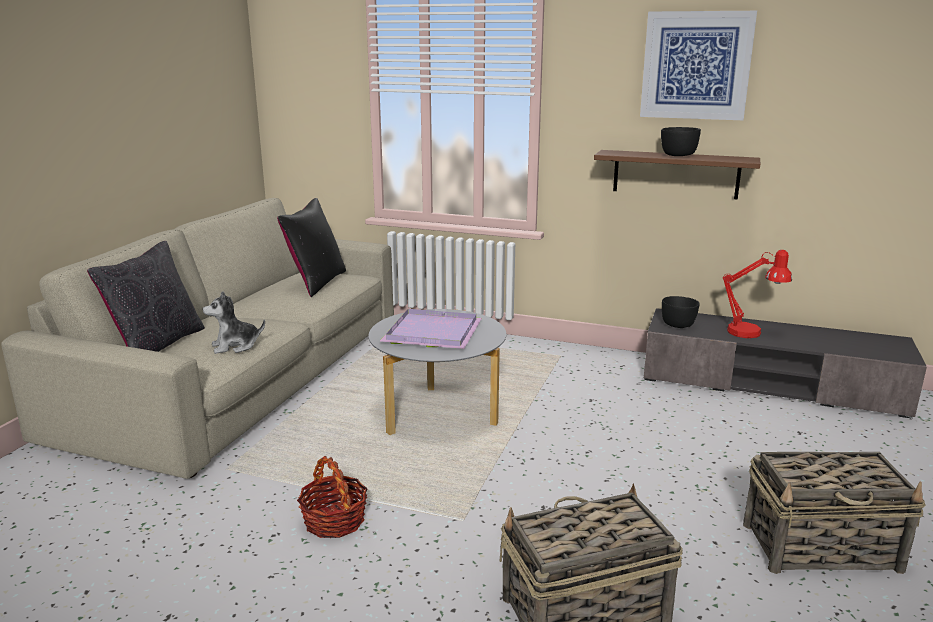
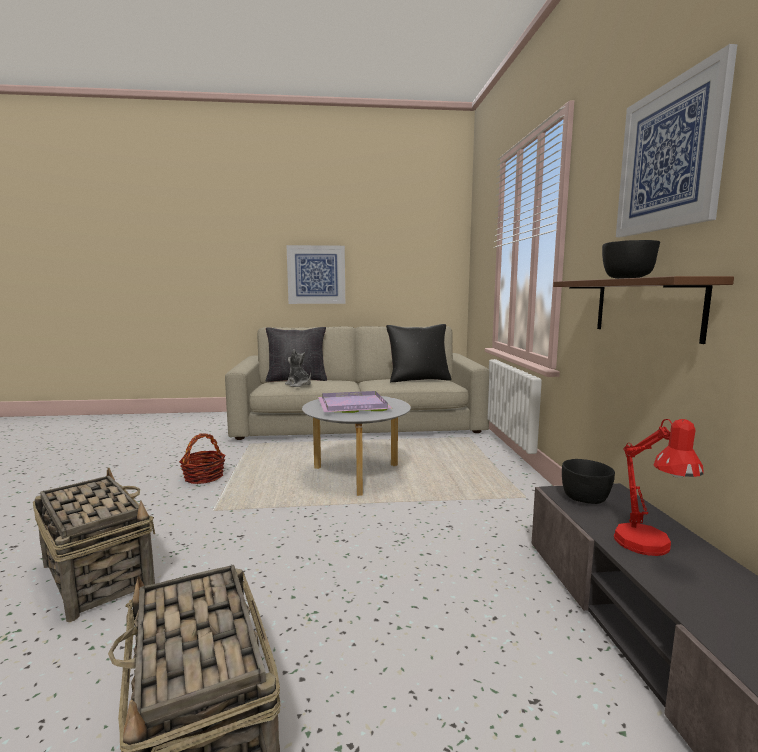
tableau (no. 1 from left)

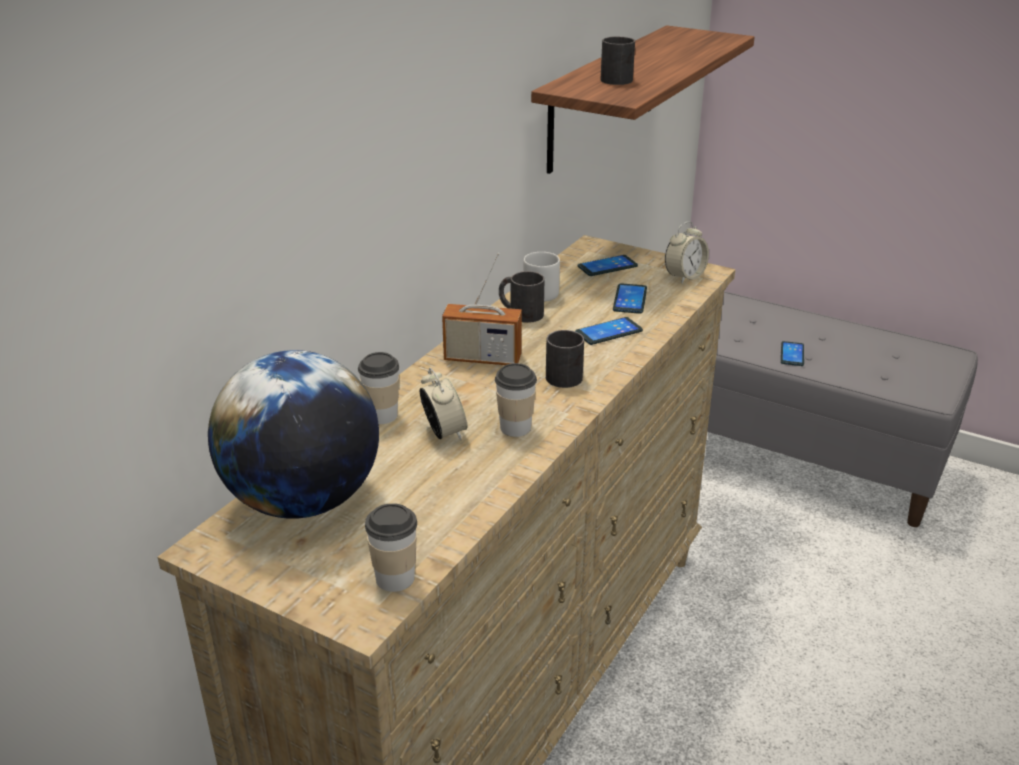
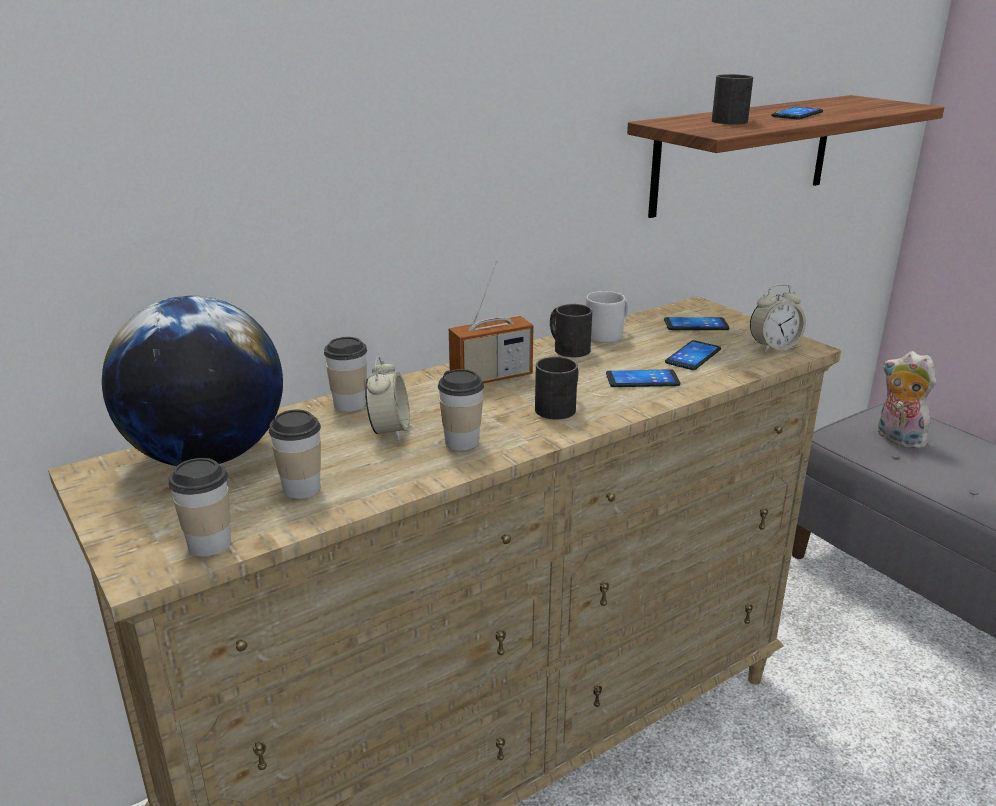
radio
téléphone (no. 4 from left)
peluche
tasse (no. 2 from left)

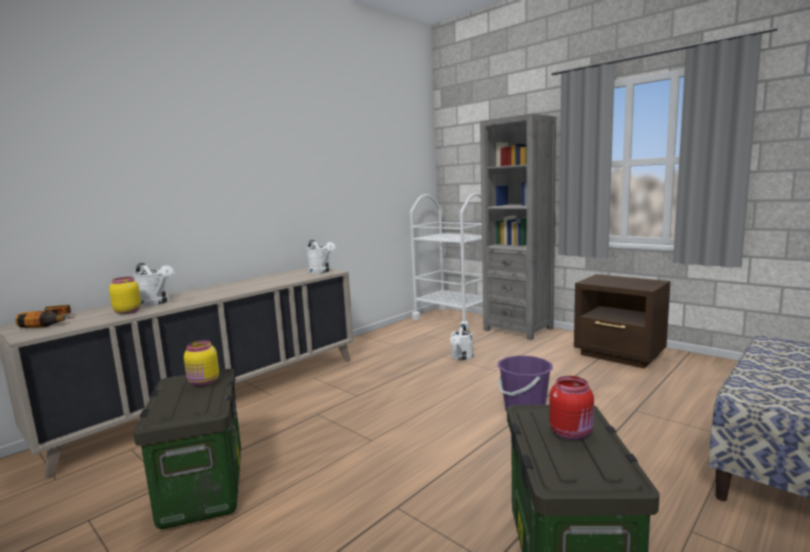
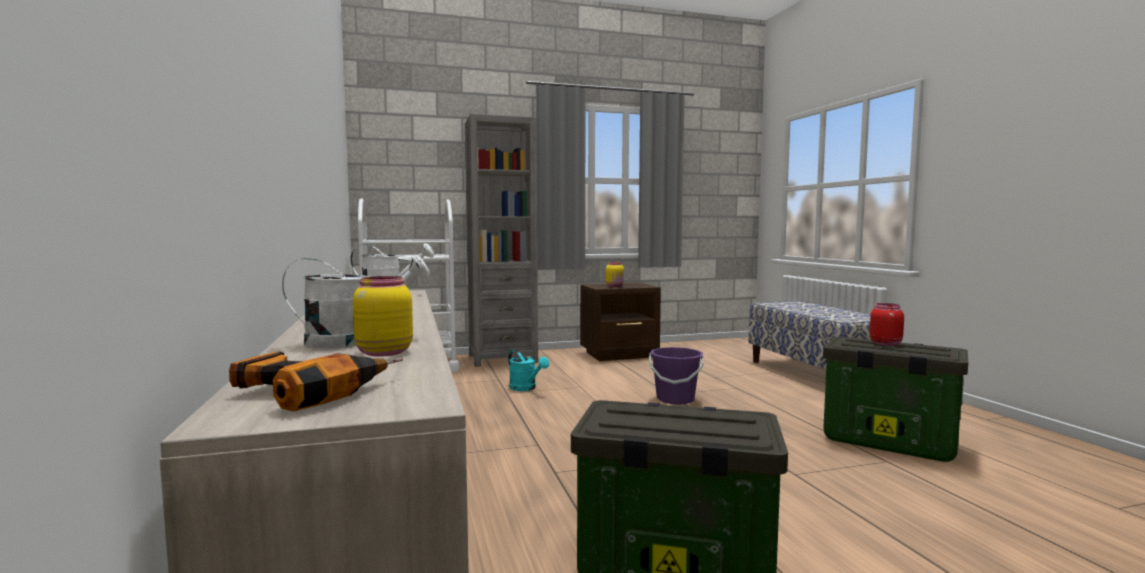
arrosoir [turquoise]
bocal [jaune] (no. 2 from left)

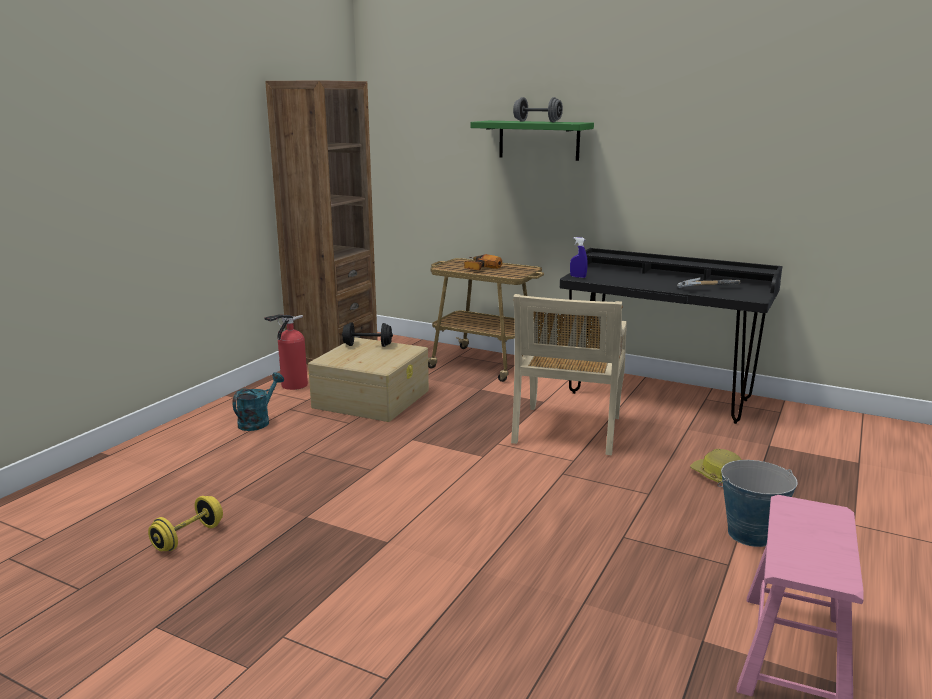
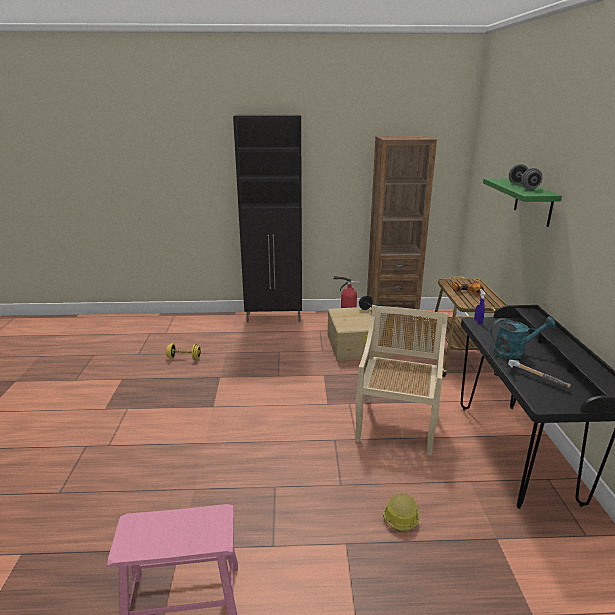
chaise [beige]
arrosoir [turquoise]
seau
meuble de rangement [noir]

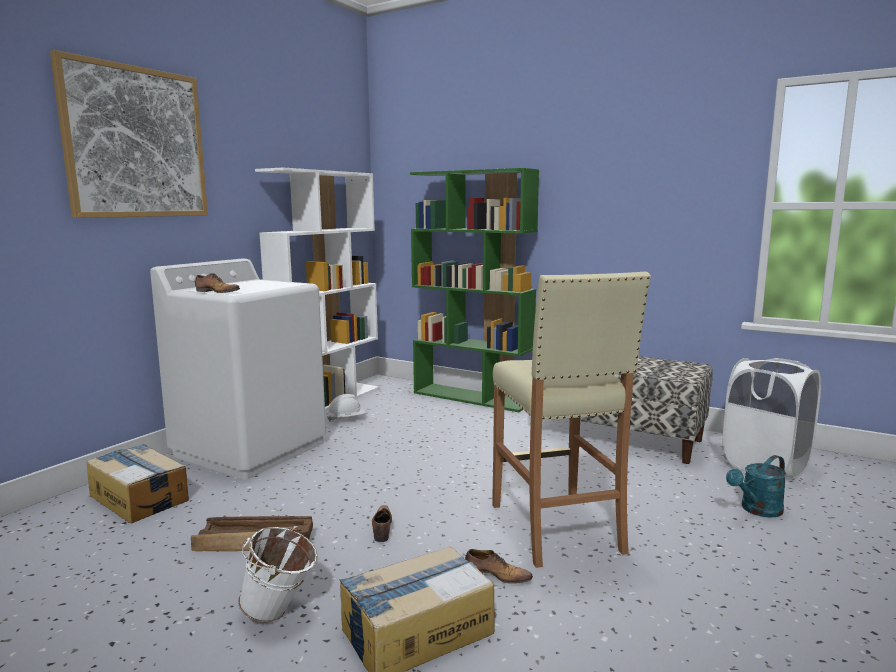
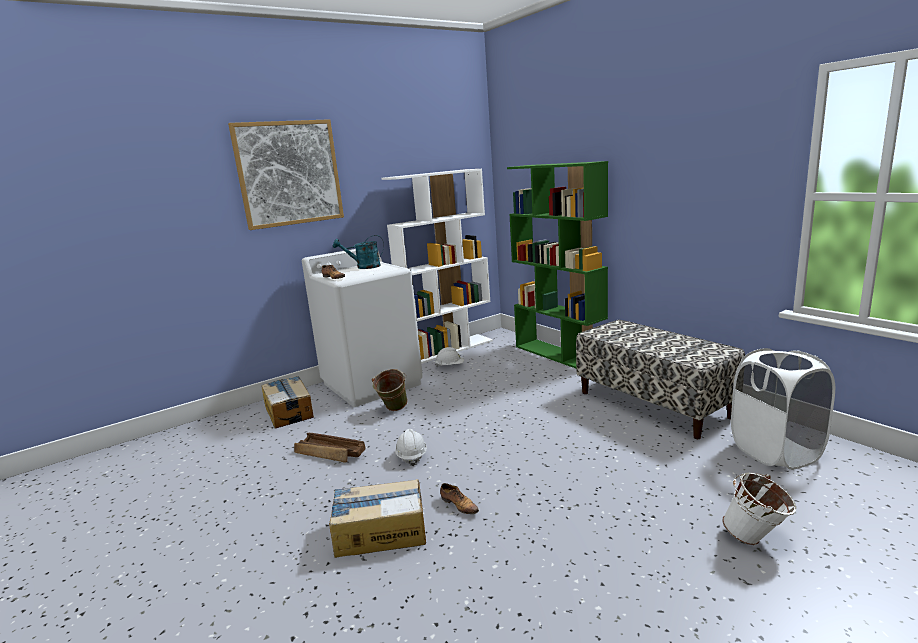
tabouret [beige]
arrosoir [turquoise]
casque de chantier [blanc] (no. 1 from left)
seau [blanc]
seau [vert]

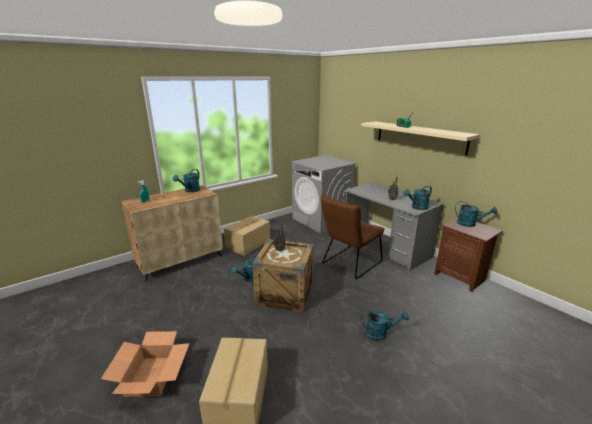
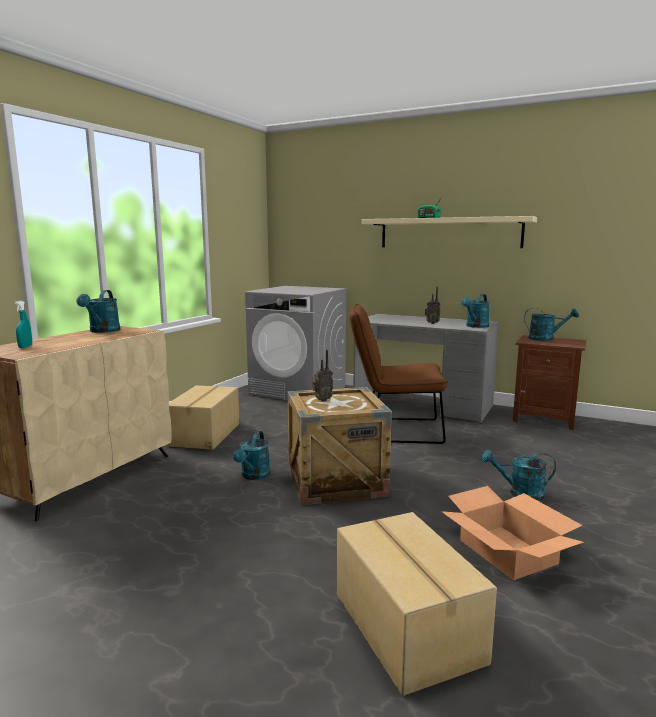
chaise [marron]
arrosoir [turquoise] (no. 4 from left)
carton (no. 3 from left)

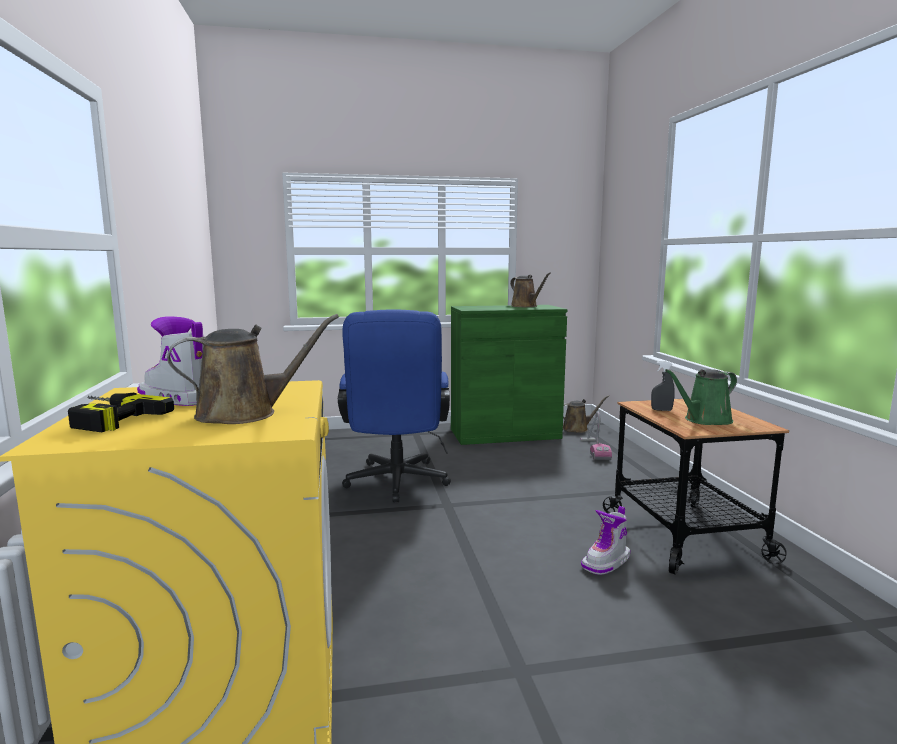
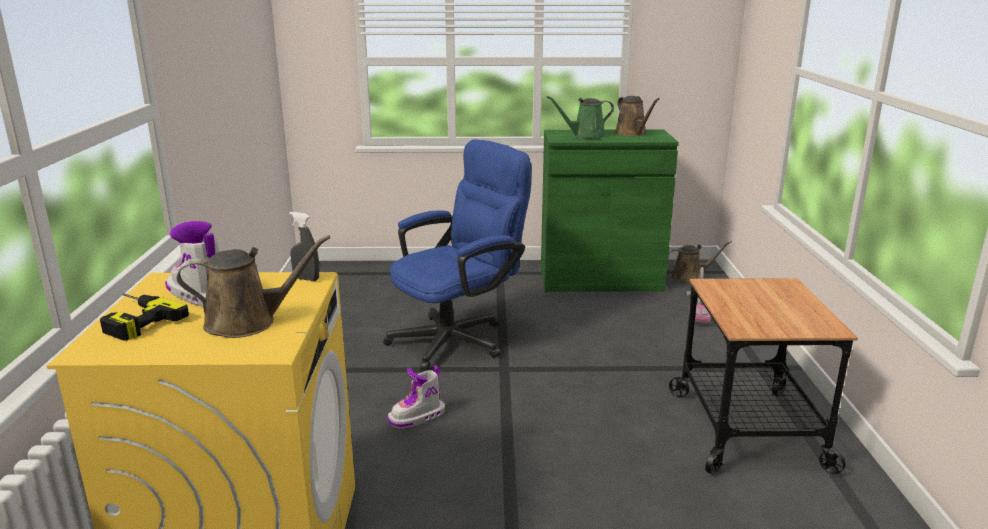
chaise de bureau [bleu]
vaporisateur [gris]
arrosoir [vert]
botte (no. 2 from left)

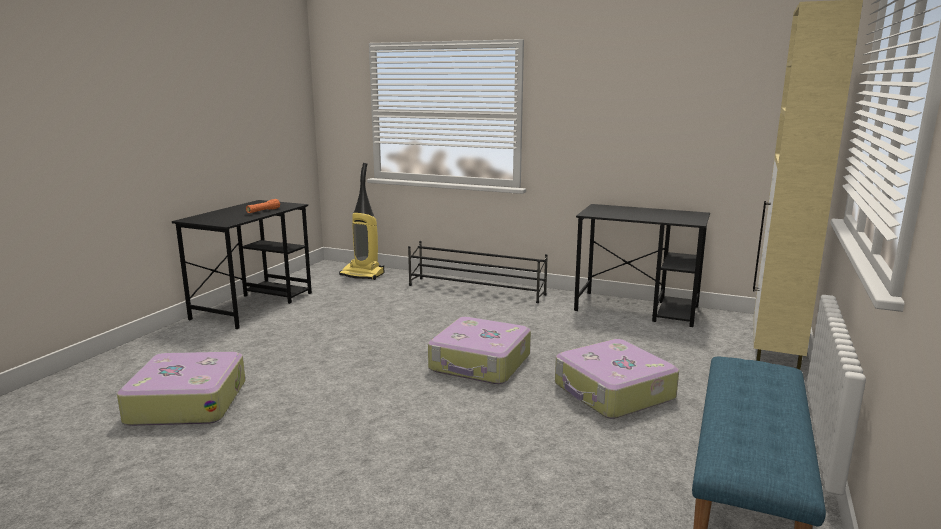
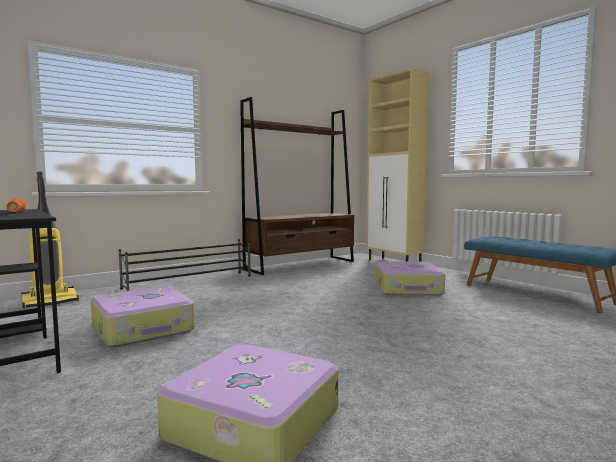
bibliothèque [marron]
valise (no. 1 from left)

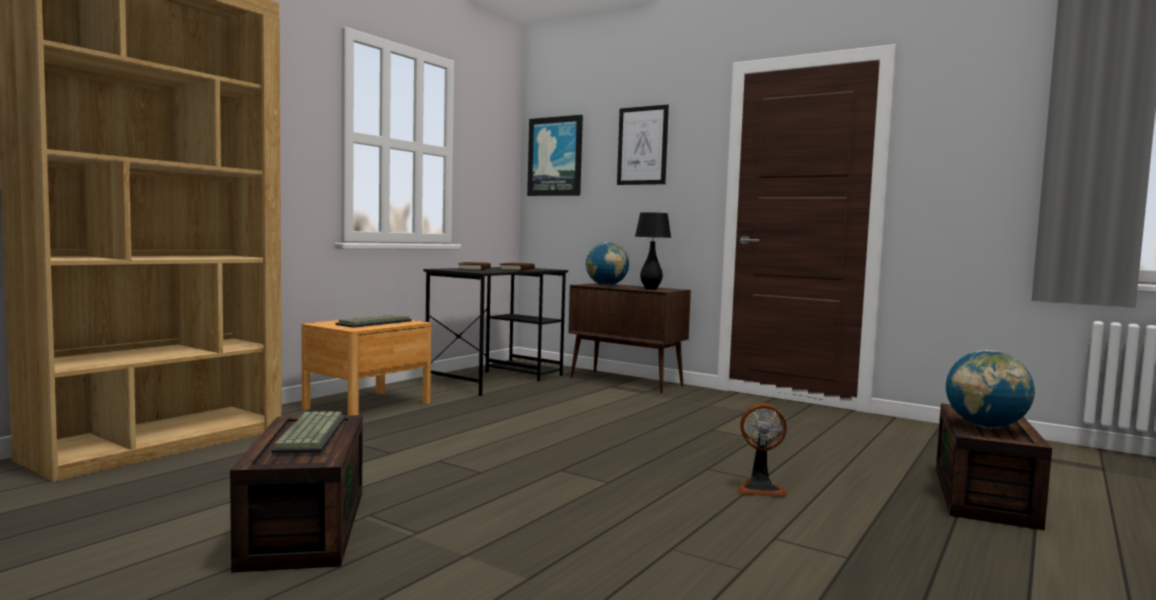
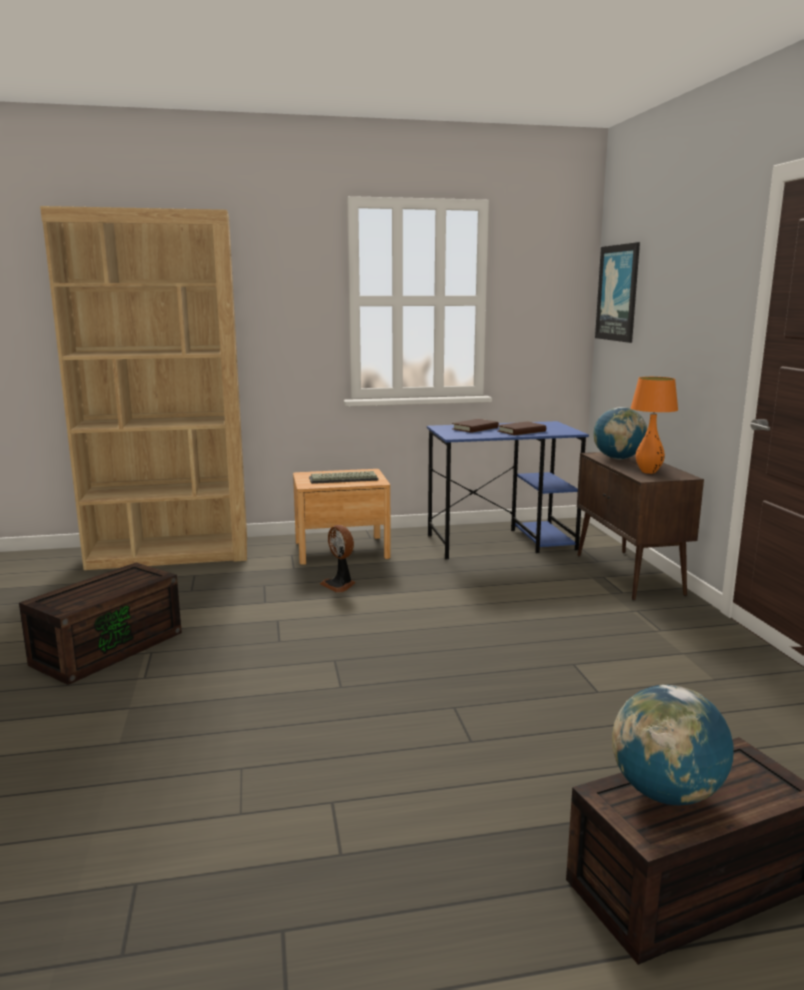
tableau (no. 2 from left in the first image)
lampe de table [orange]
bureau [bleu]
ventilateur
clavier (no. 1 from left in the first image)

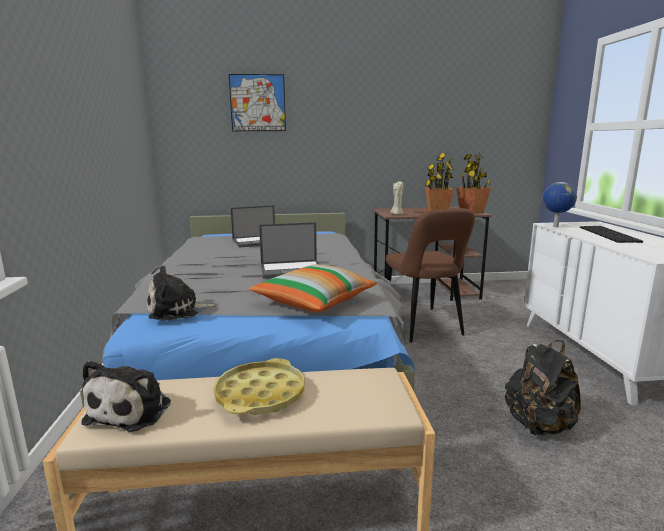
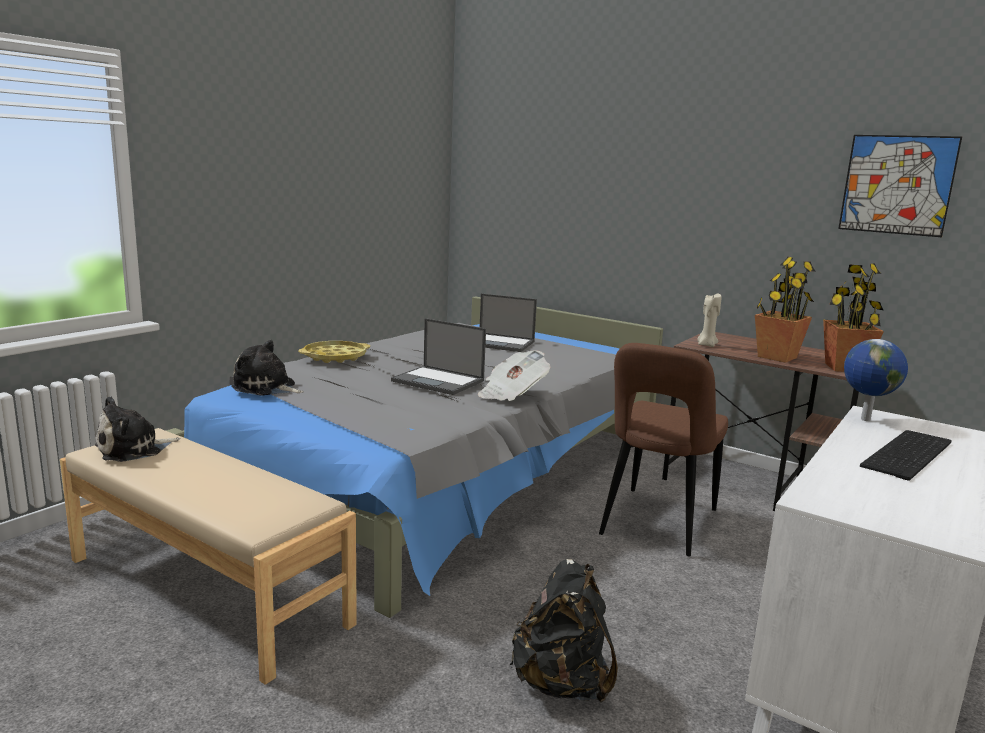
tableau
coussin
plateau [jaune]
journal

